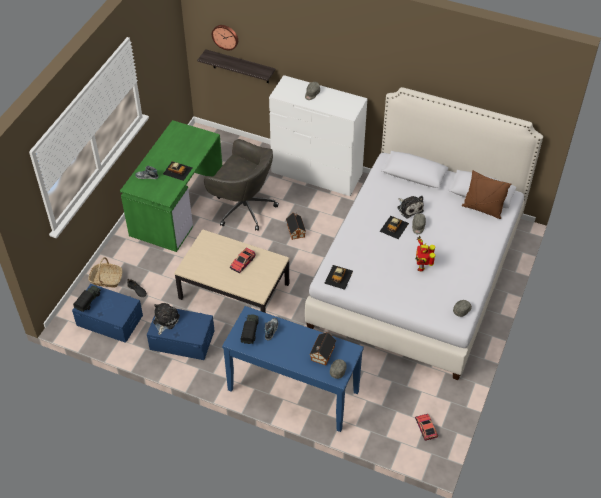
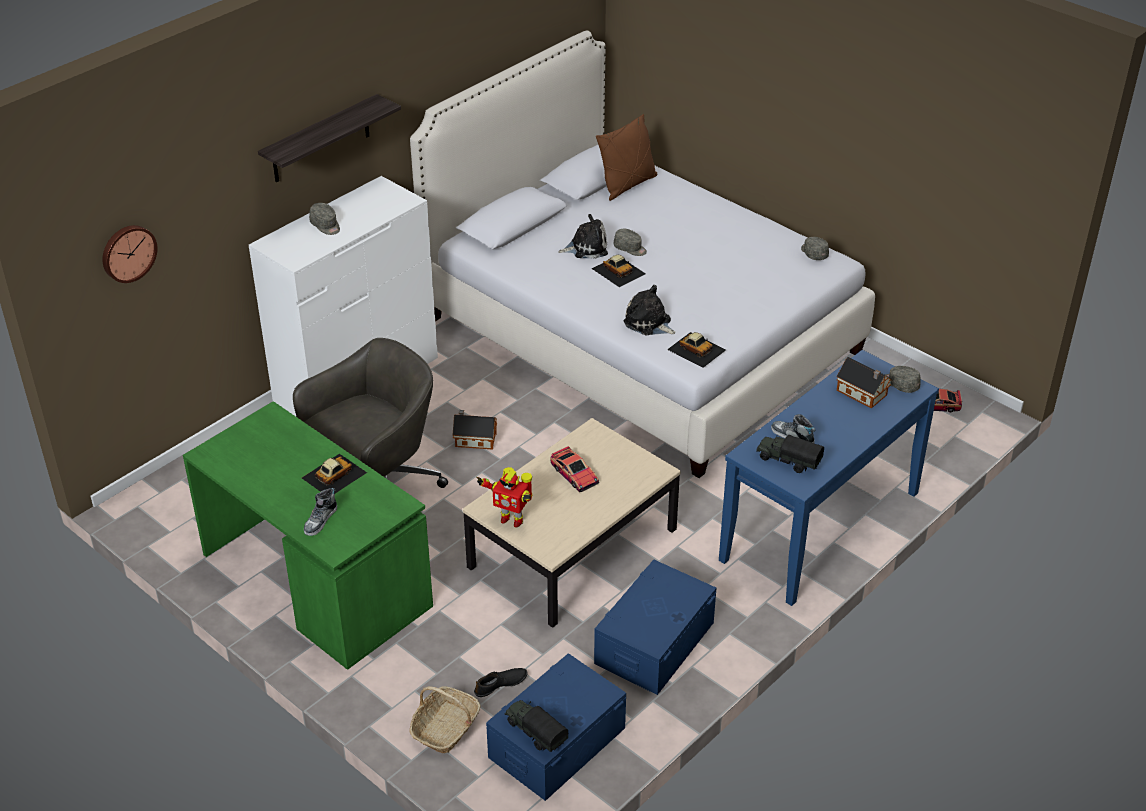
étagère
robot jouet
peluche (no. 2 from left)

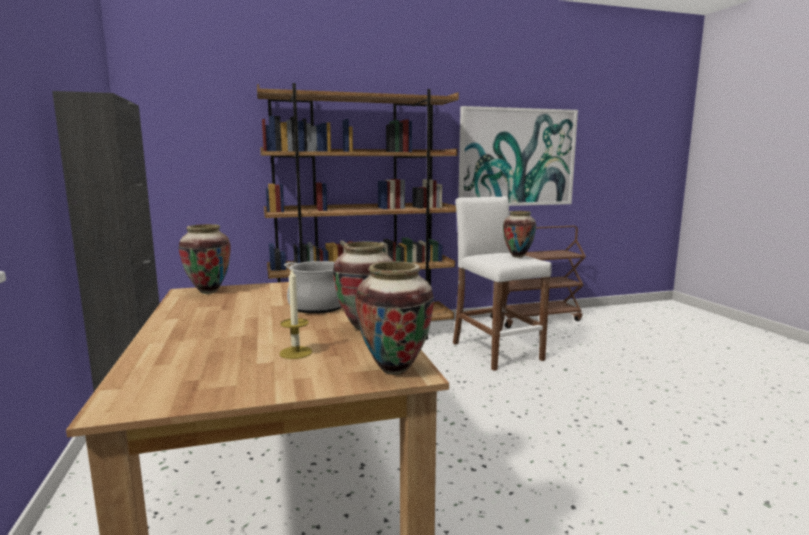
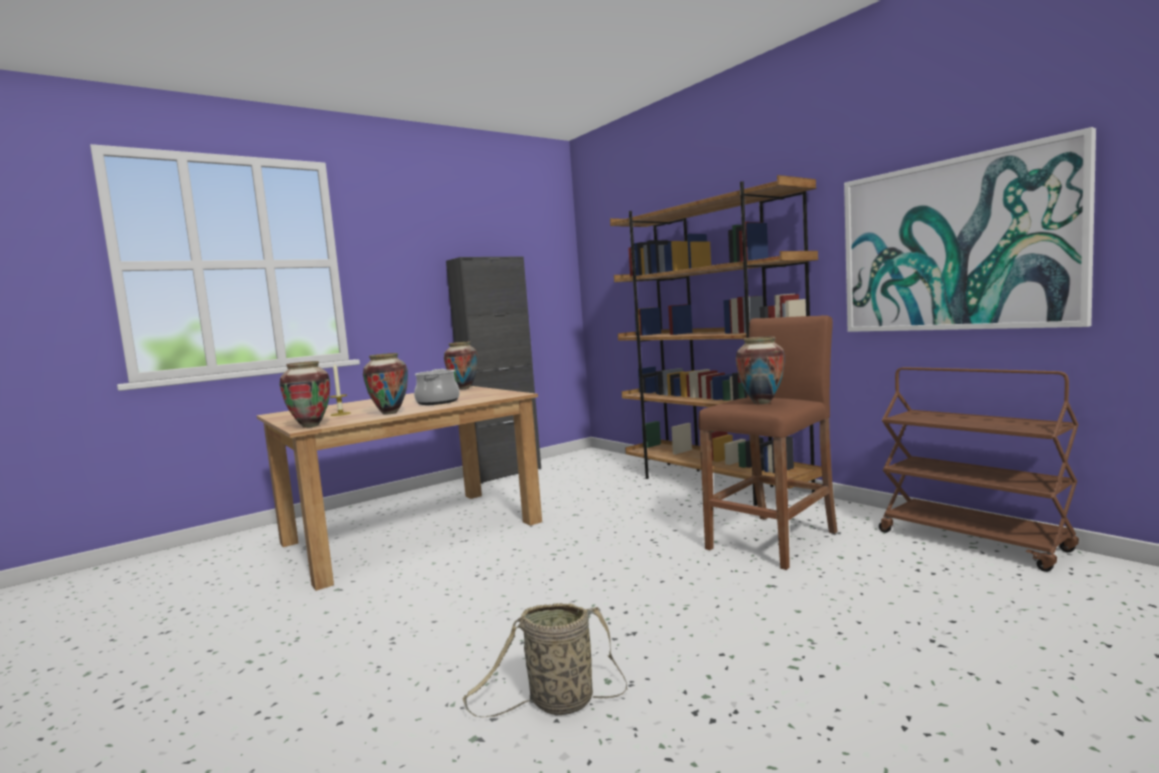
tabouret [marron]
panier

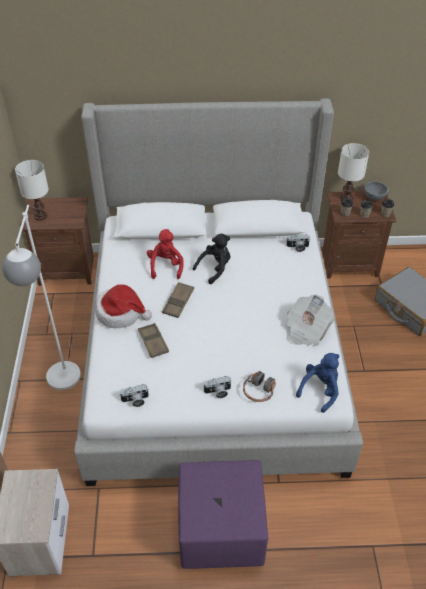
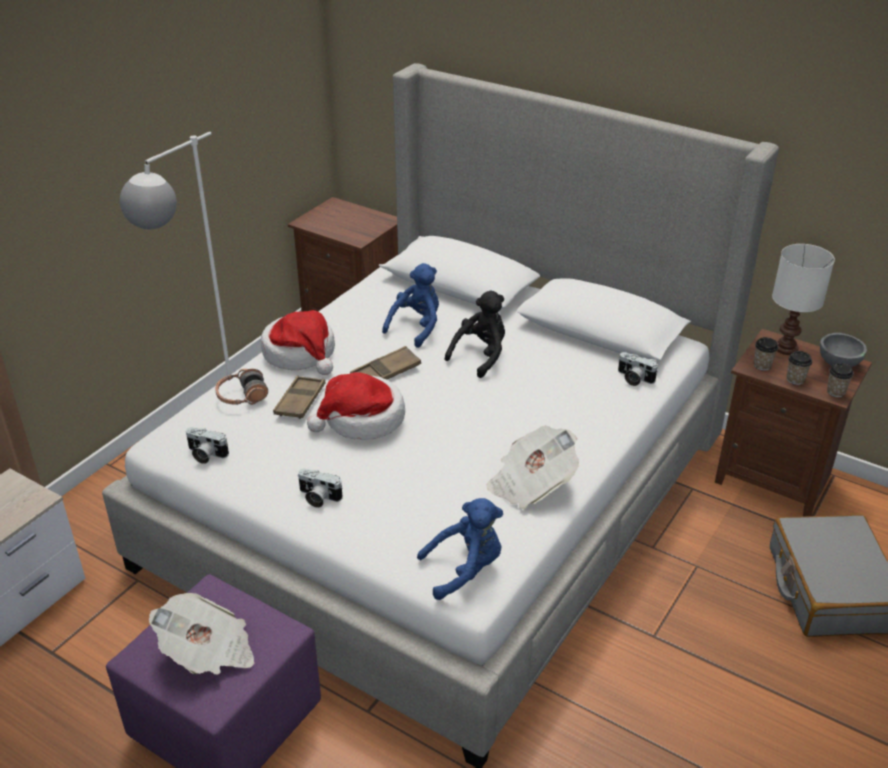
lampe de table [blanc] (no. 1 from left in the first image)
peluche [bleu] (no. 1 from left)
peluche [noir]
casque audio
chapeau (no. 2 from left)
journal (no. 1 from left)

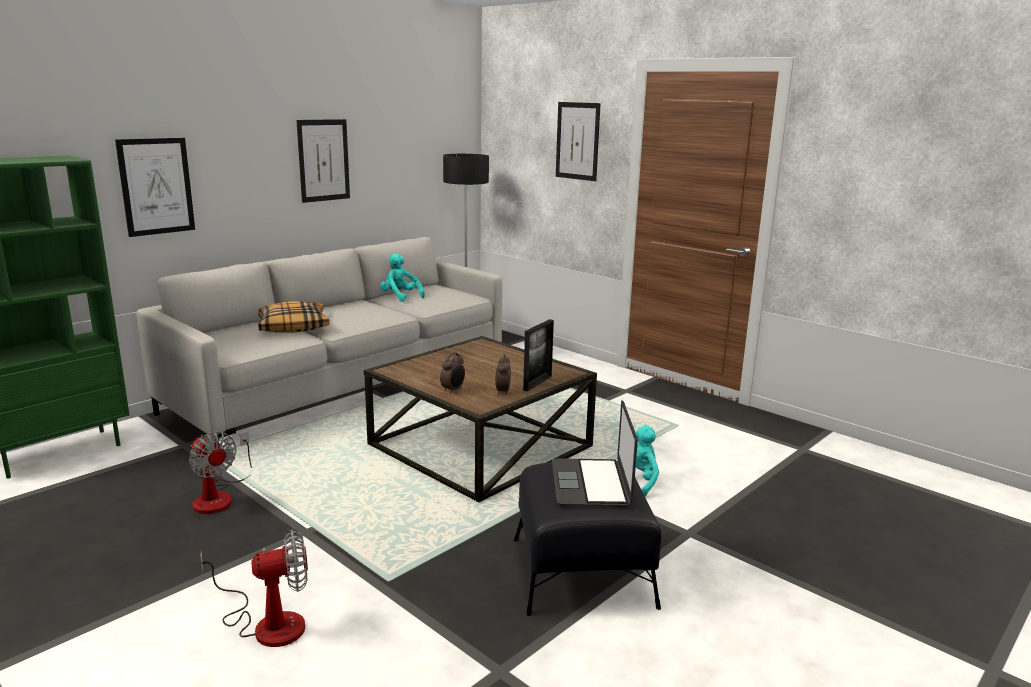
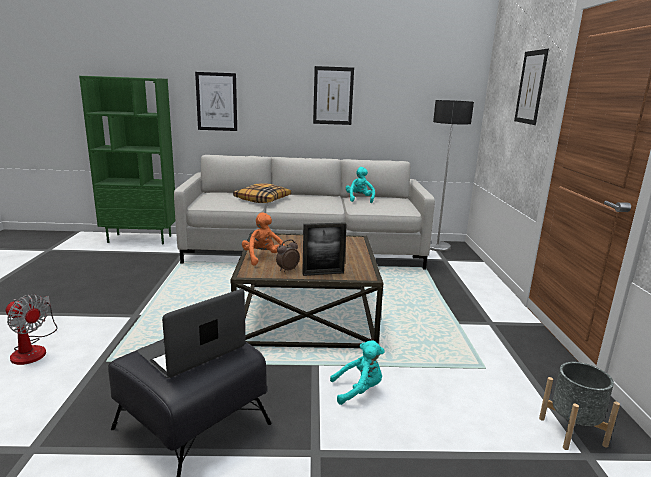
peluche [orange]
ventilateur (no. 1 from left in the first image)
cache-pot [gris]

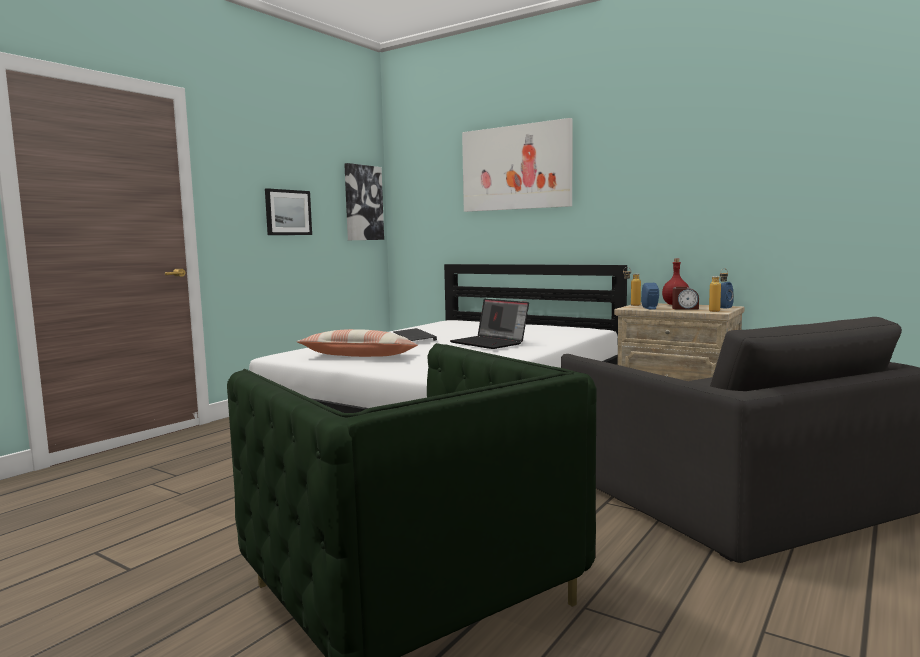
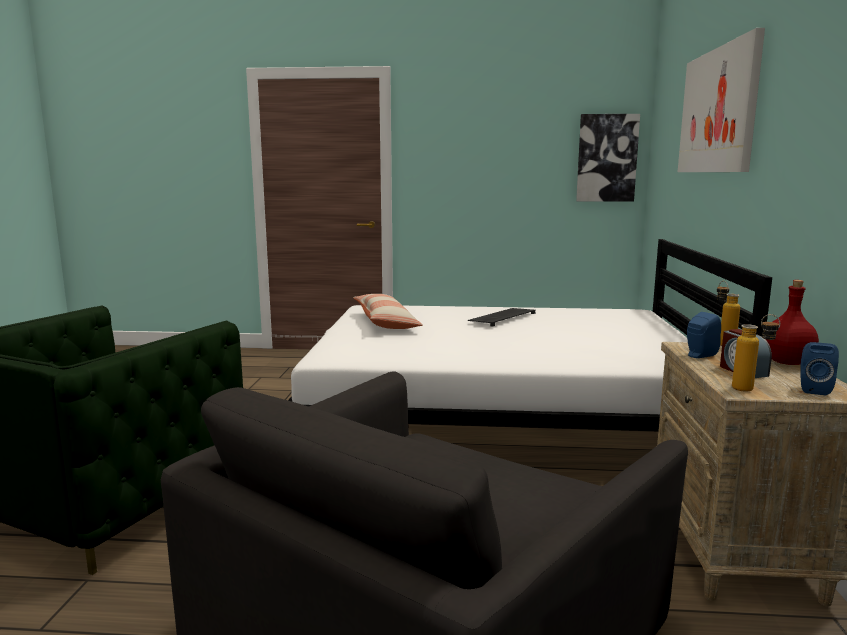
tableau (no. 1 from left in the first image)
ordinateur portable

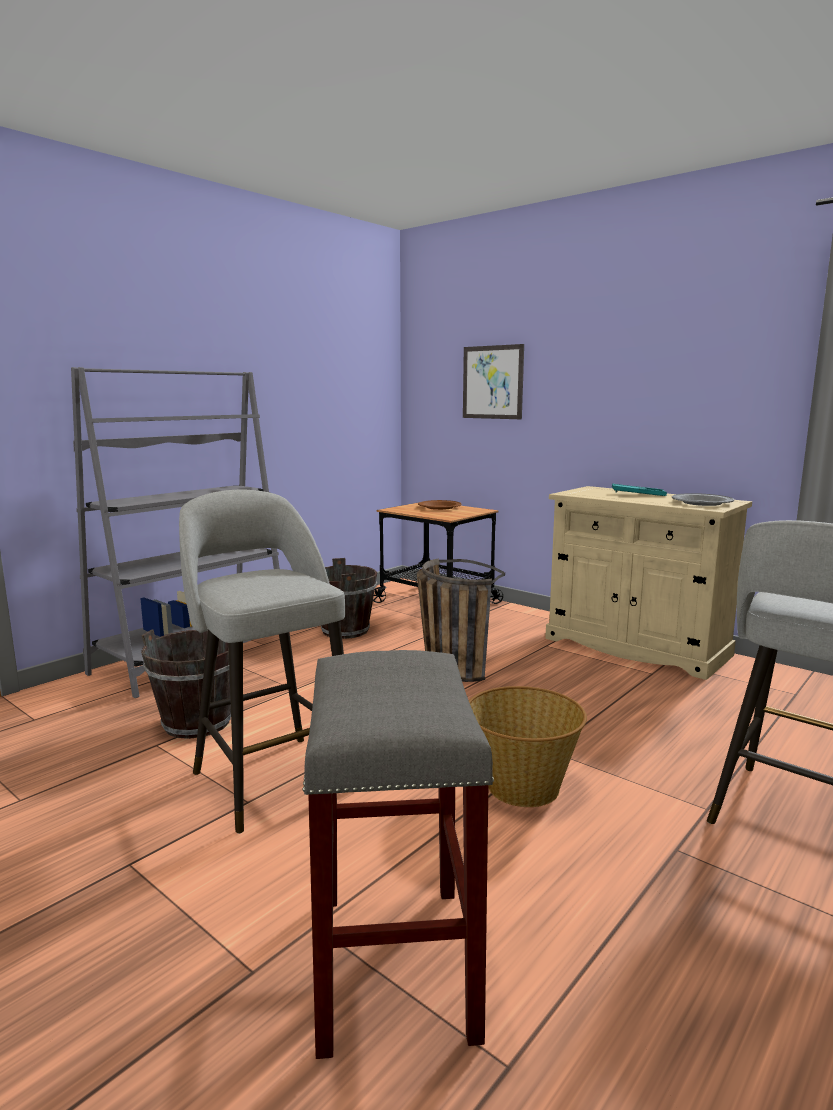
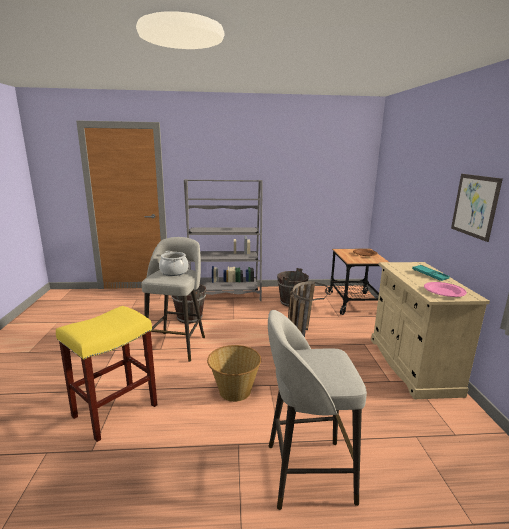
tableau
assiette [rose]
tabouret [jaune]
marmite

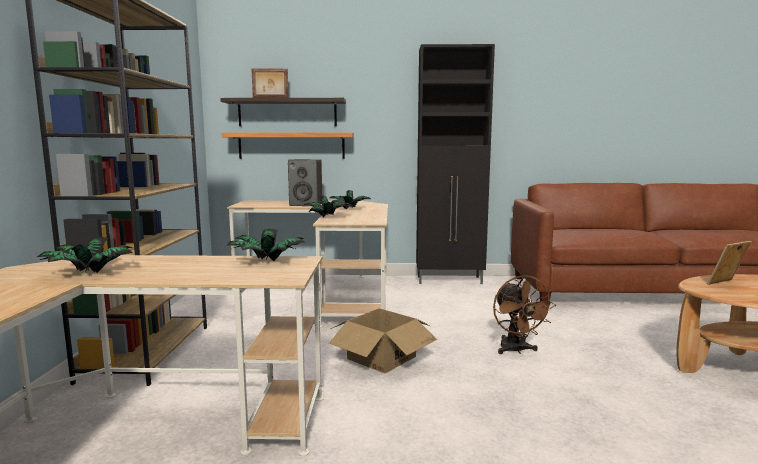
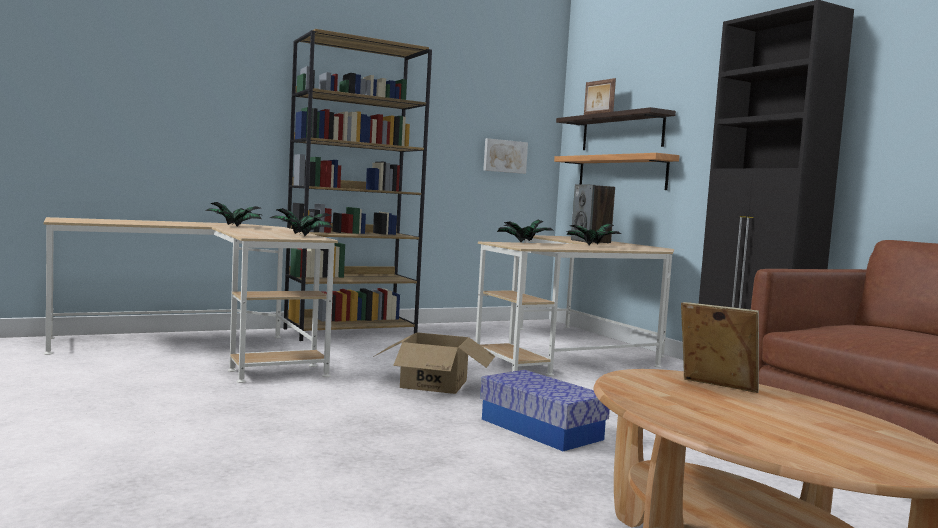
boîte de rangement
tableau

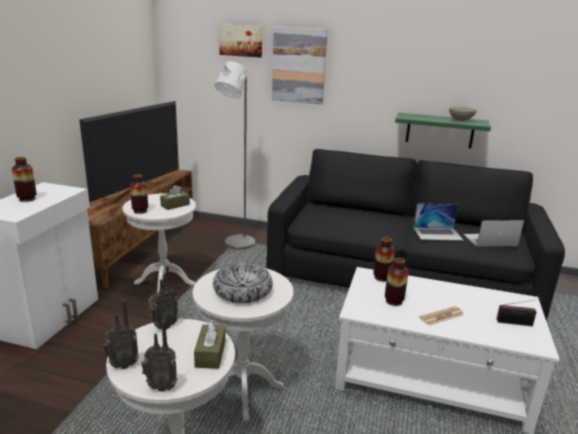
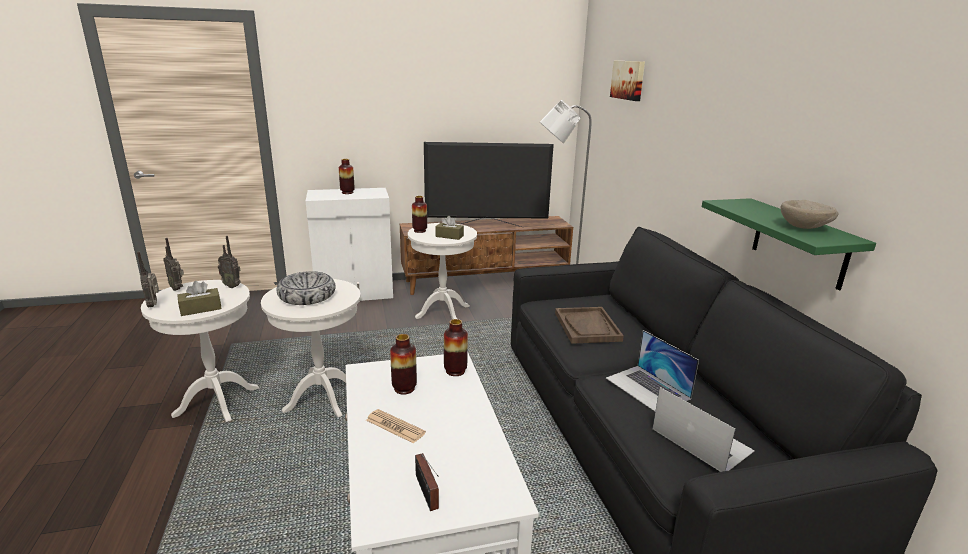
tableau (no. 2 from left in the first image)
plateau [marron]

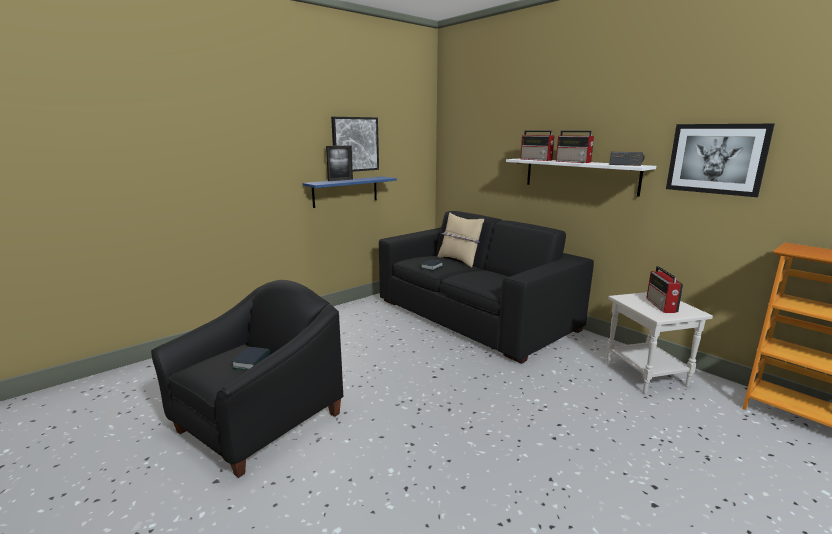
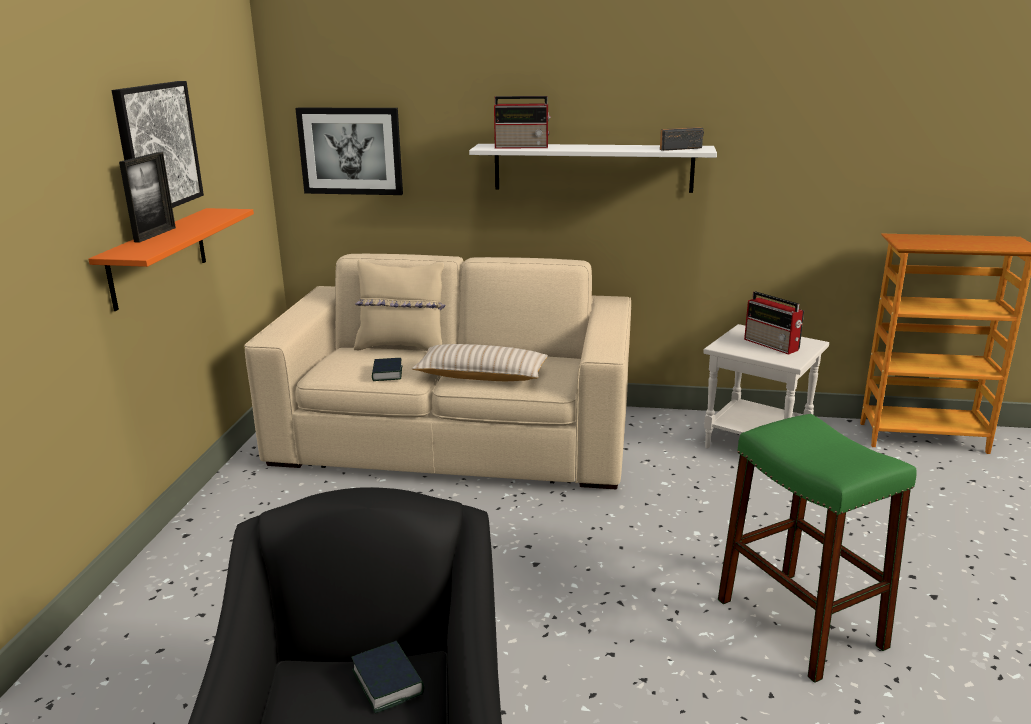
tableau (no. 2 from left)
radio (no. 2 from left in the first image)
étagère [orange]
canapé [beige]
coussin [beige] (no. 2 from left)
tabouret [vert]

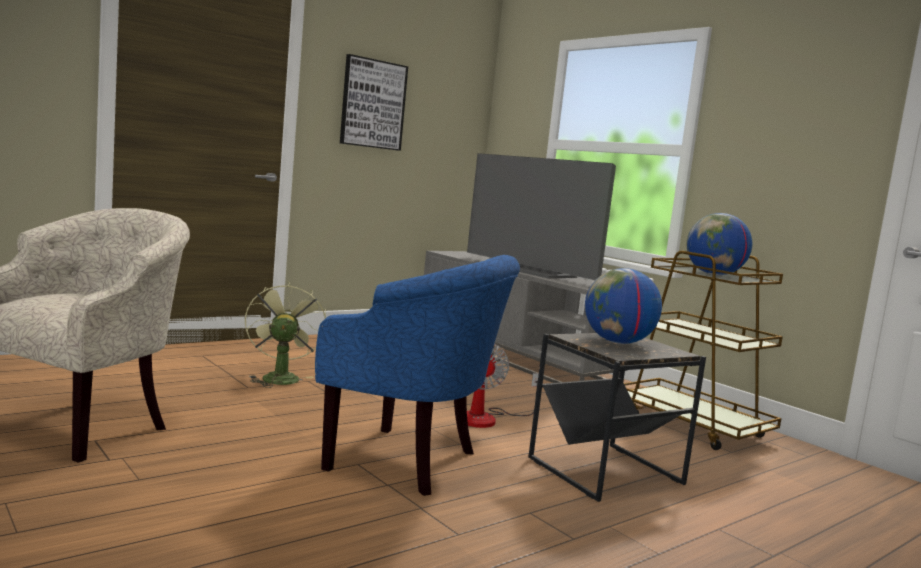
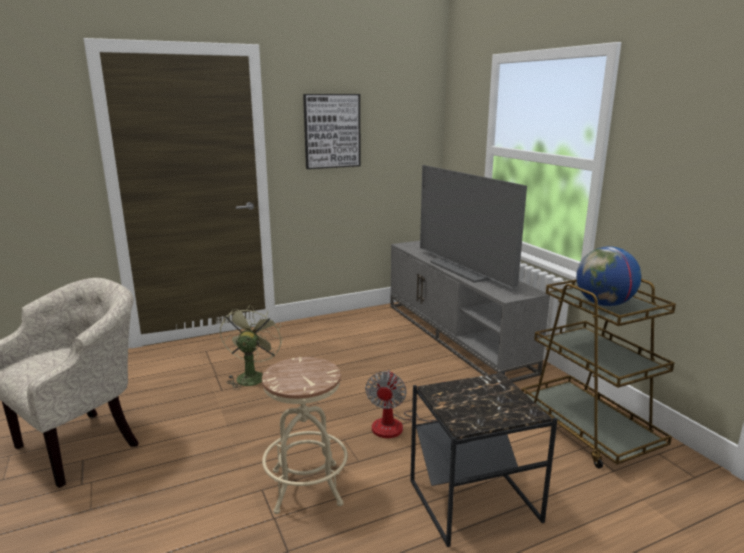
tabouret [beige]
globe (no. 1 from left in the first image)

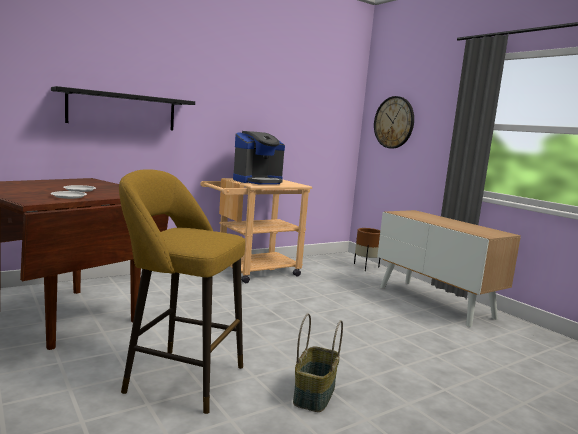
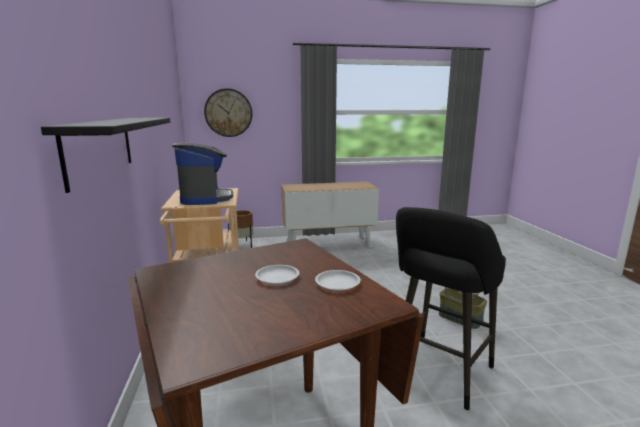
tabouret [noir]

